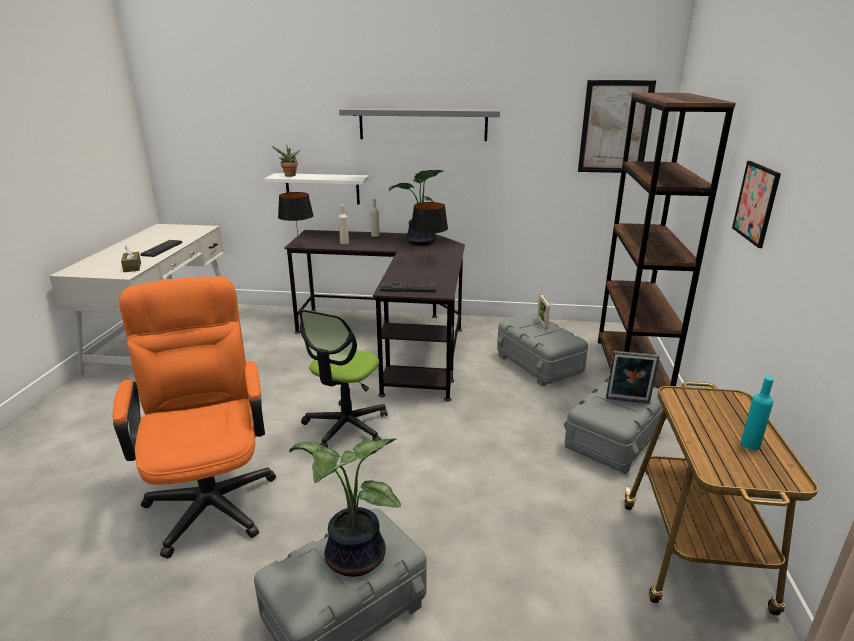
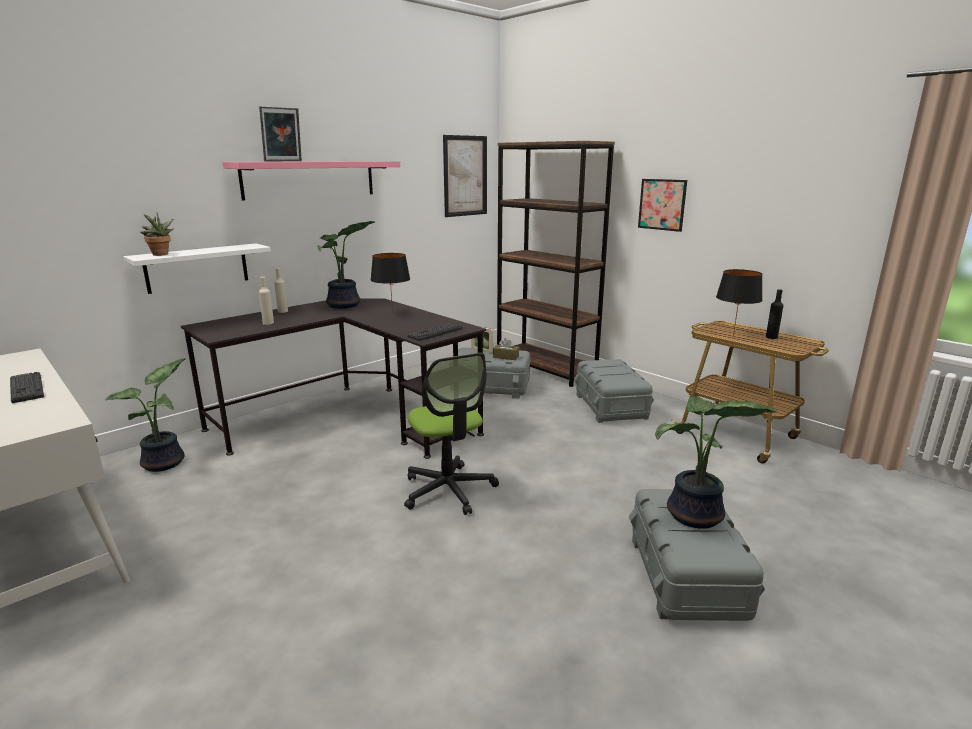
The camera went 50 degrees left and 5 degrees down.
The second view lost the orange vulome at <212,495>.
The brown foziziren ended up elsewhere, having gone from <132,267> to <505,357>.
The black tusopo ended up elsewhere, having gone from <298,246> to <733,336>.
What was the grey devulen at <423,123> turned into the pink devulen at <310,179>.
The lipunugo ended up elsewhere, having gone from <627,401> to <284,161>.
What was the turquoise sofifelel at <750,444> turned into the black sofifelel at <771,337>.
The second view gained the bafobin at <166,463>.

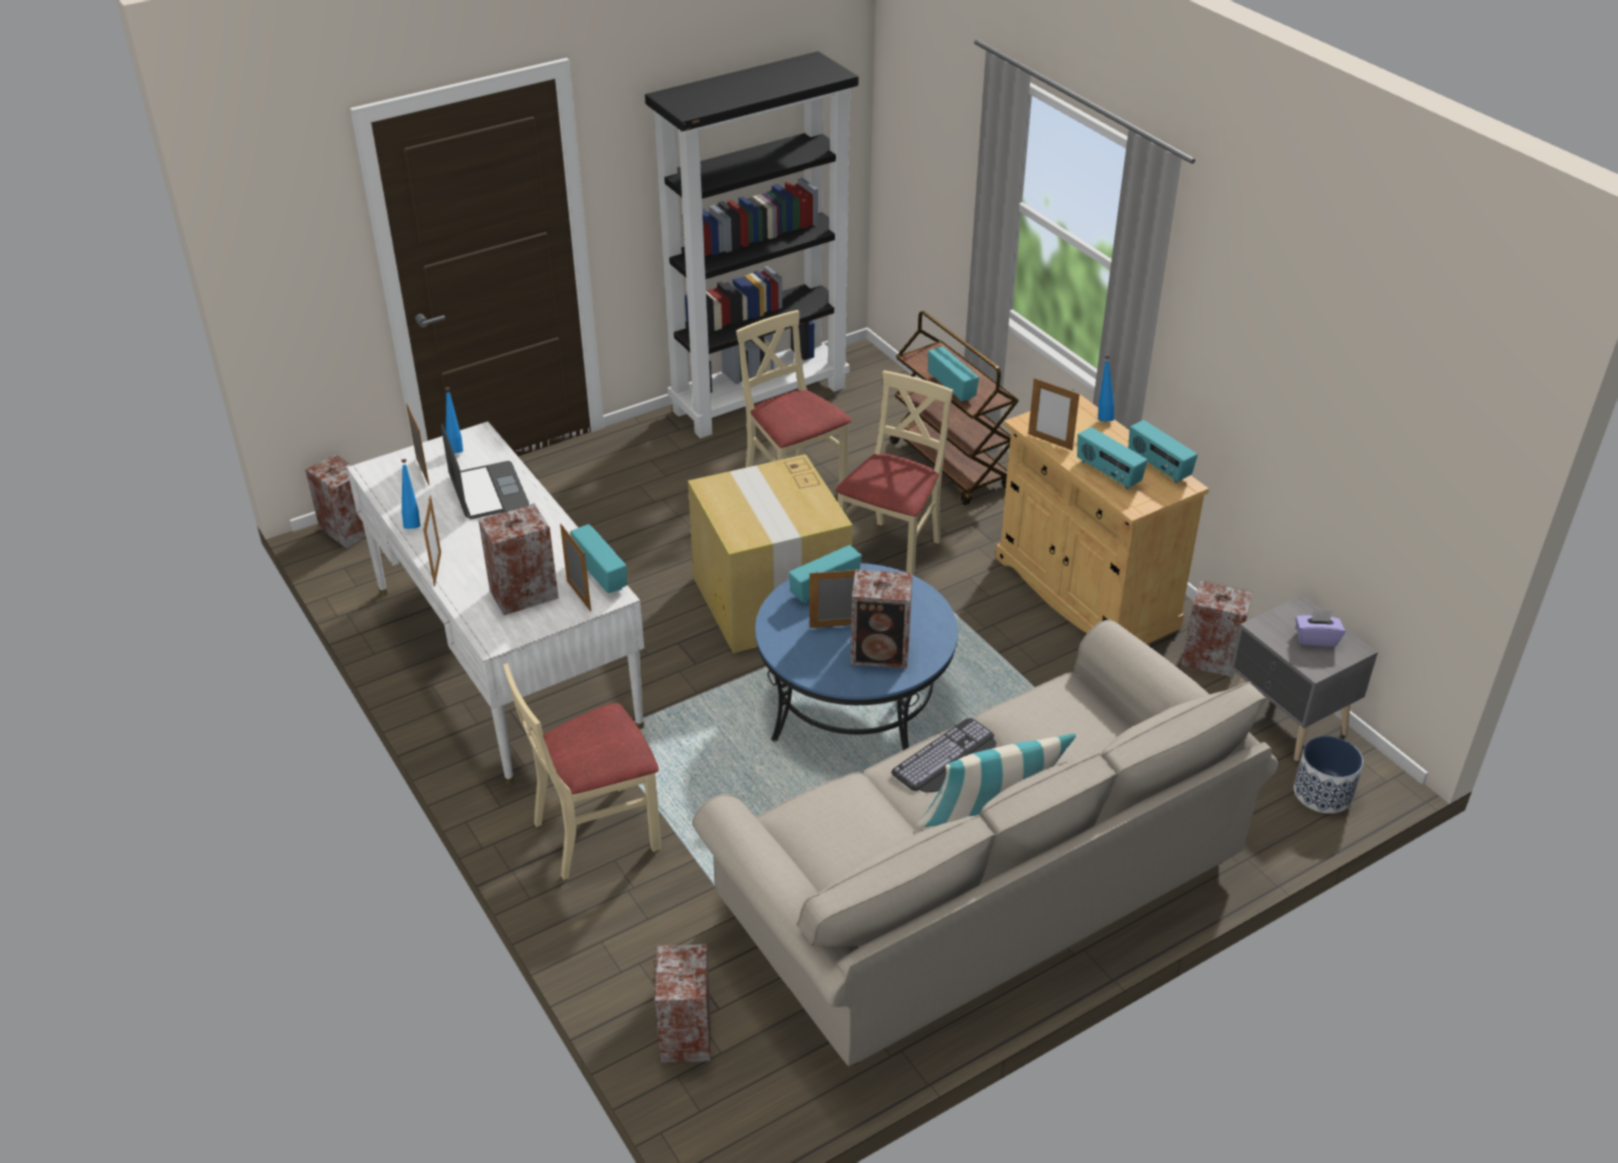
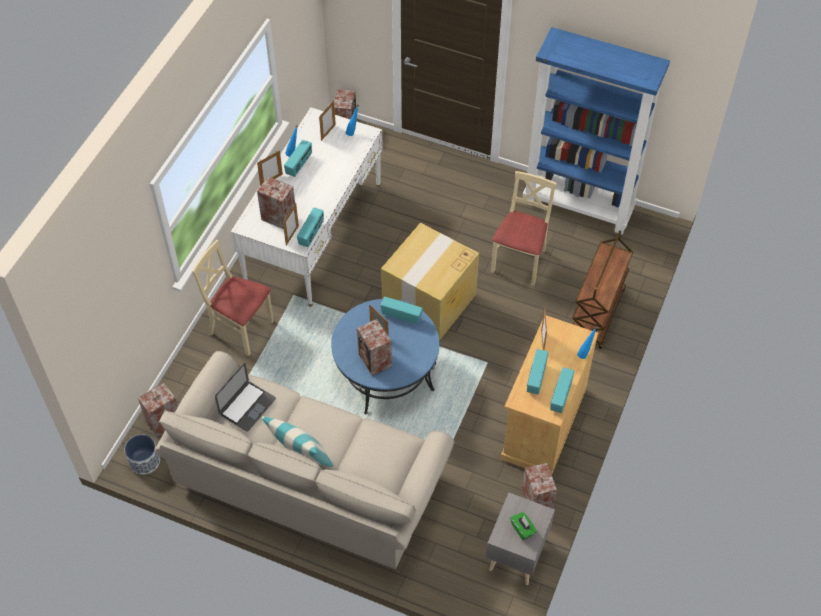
The camera went 55 degrees right and 15 degrees up.
The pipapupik ended up elsewhere, having gone from <488,491> to <247,406>.
What was the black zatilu at <760,398> turned into the blue zatilu at <579,206>.
The second view lost the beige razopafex at <891,554>.
The second view lost the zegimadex at <948,759>.
The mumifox ended up elsewhere, having gone from <952,387> to <299,165>.
The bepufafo ended up elsewhere, having gone from <1322,793> to <144,461>.
What was the purple foziziren at <1316,639> turned into the green foziziren at <522,529>.

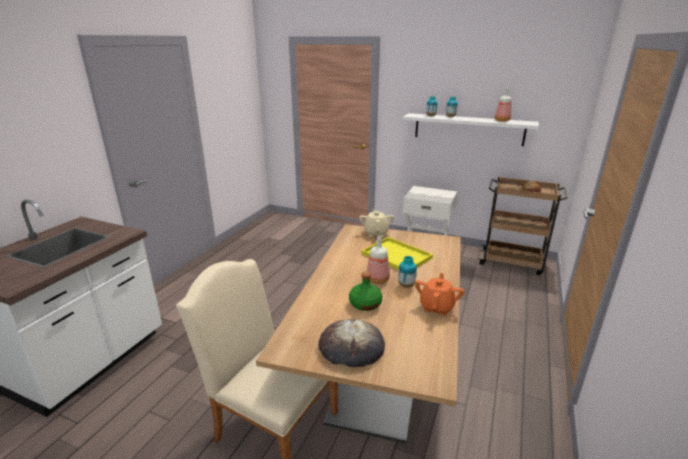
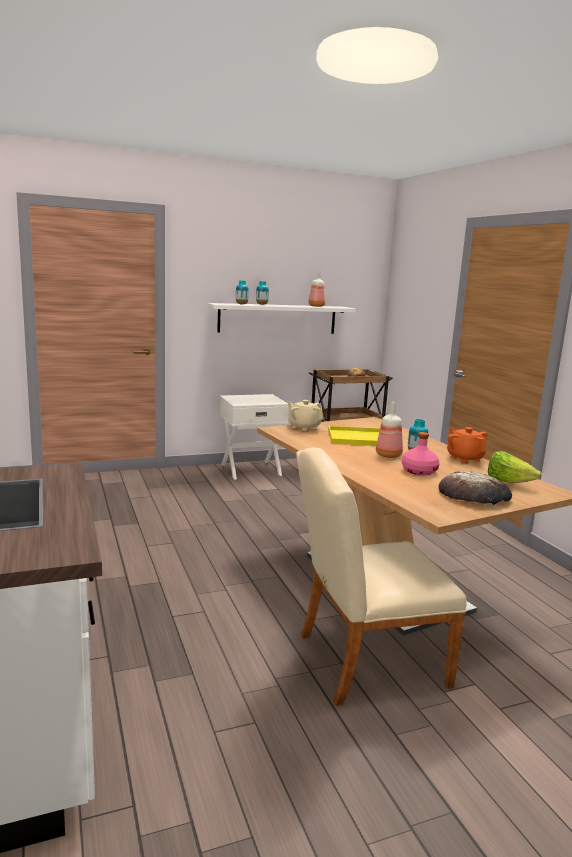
The camera went 45 degrees left and 10 degrees down.
What was the green sofifelel at <365,304> turned into the pink sofifelel at <418,471>.
The second view gained the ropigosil at <508,483>.

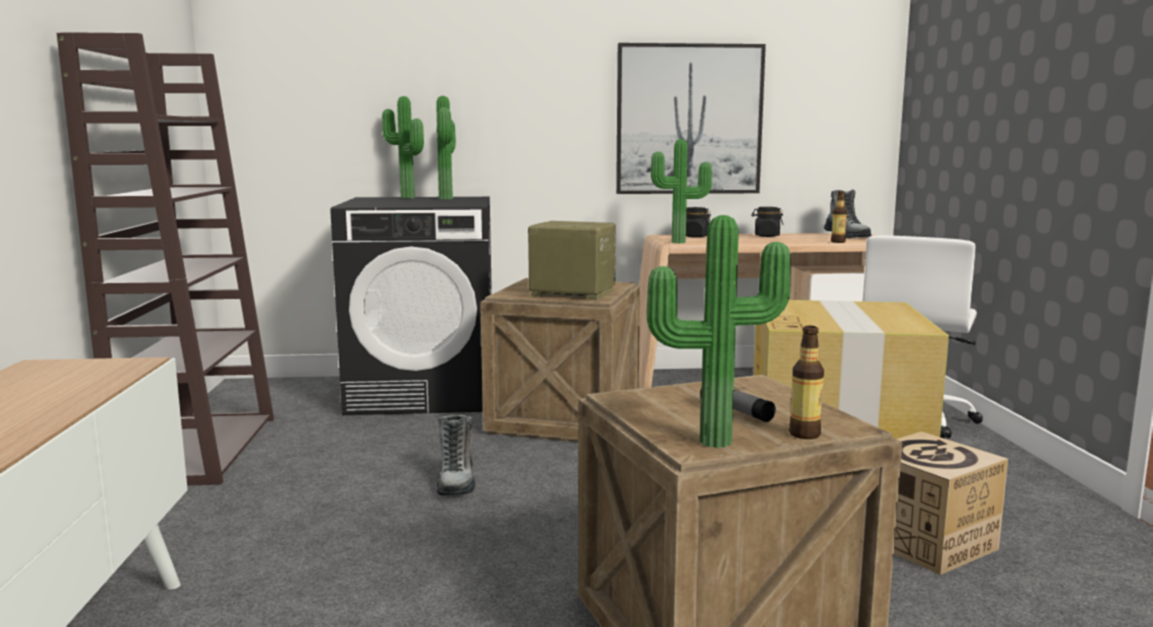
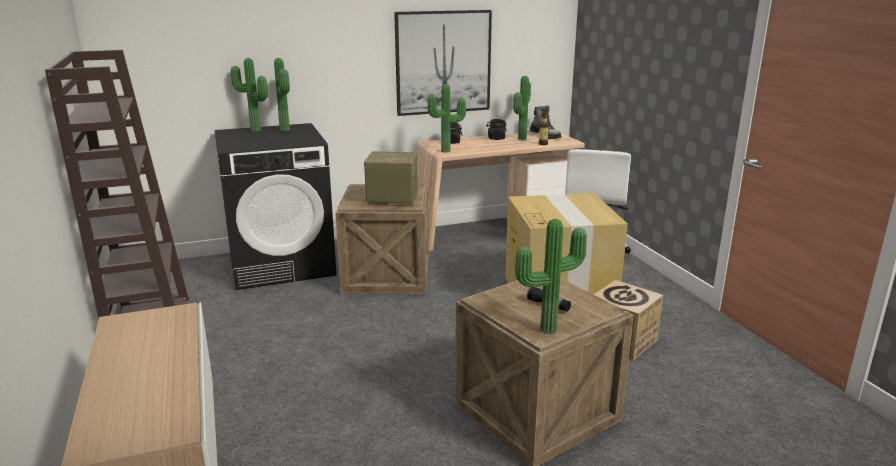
The camera went 15 degrees left and 10 degrees up.
The second view lost the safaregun at <456,482>.
The second view lost the sofifelel at <804,434>.
The second view gained the bafobin at <520,138>.

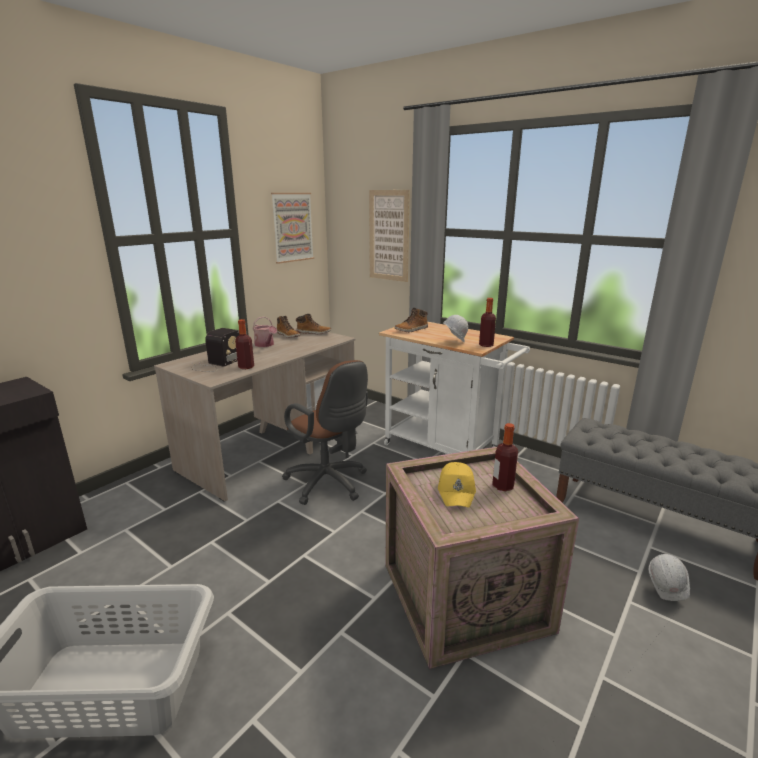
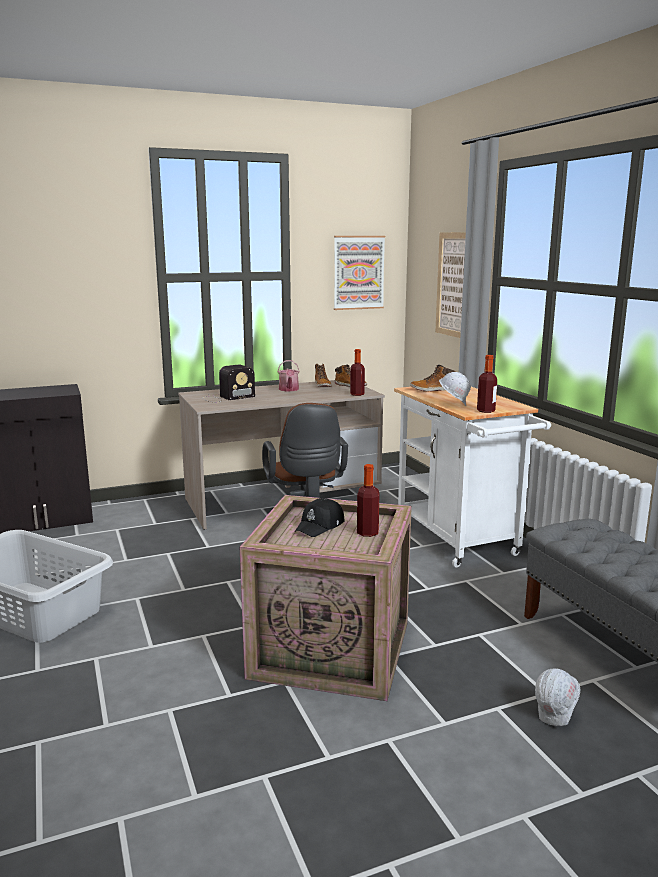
The camera went 30 degrees right and 5 degrees down.
The sofifelel ended up elsewhere, having gone from <246,367> to <357,394>.
What was the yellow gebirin at <457,491> turned into the black gebirin at <320,526>.

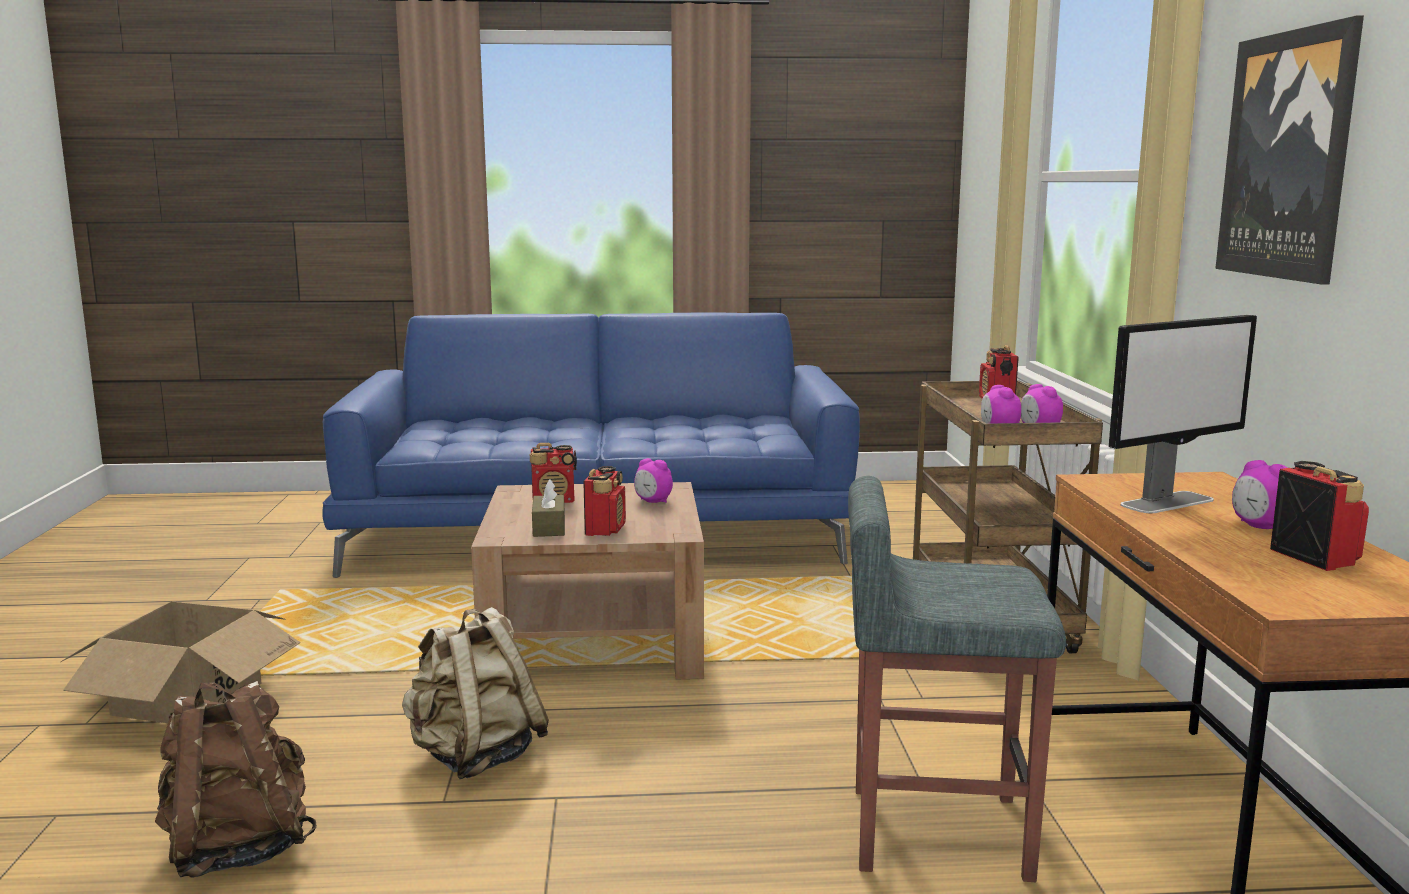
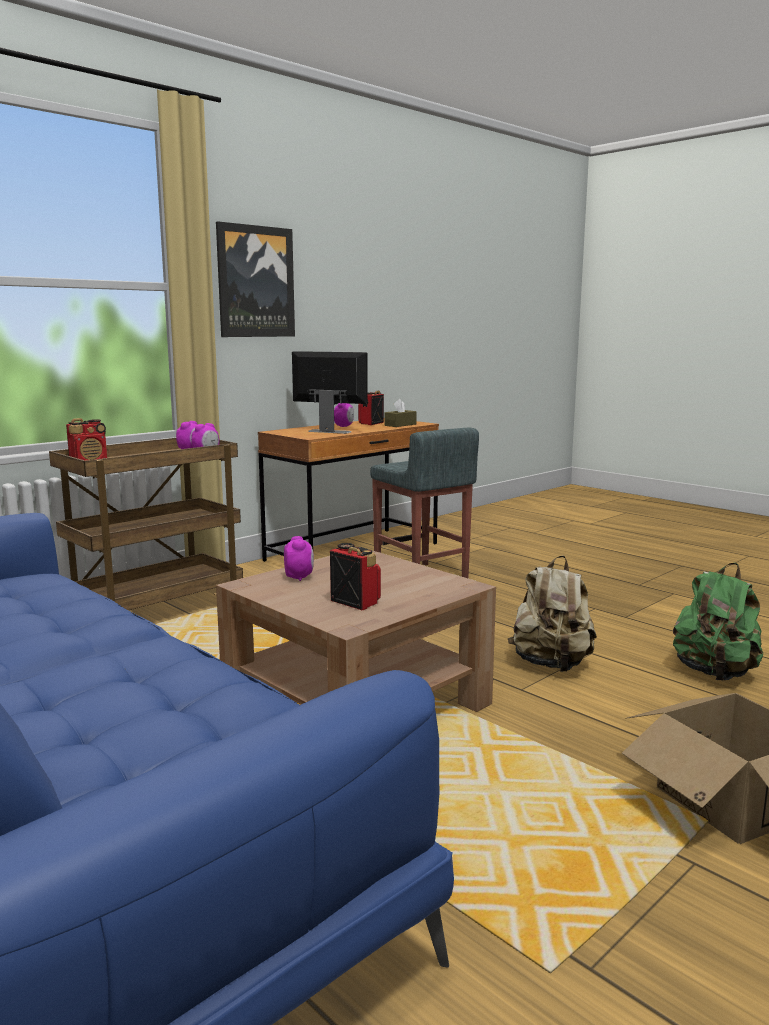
The camera went 130 degrees left and 0 degrees up.
What was the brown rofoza at <237,849> turned into the green rofoza at <714,673>.
The brown foziziren ended up elsewhere, having gone from <549,527> to <400,425>.
The second view lost the mumifox at <605,529>.

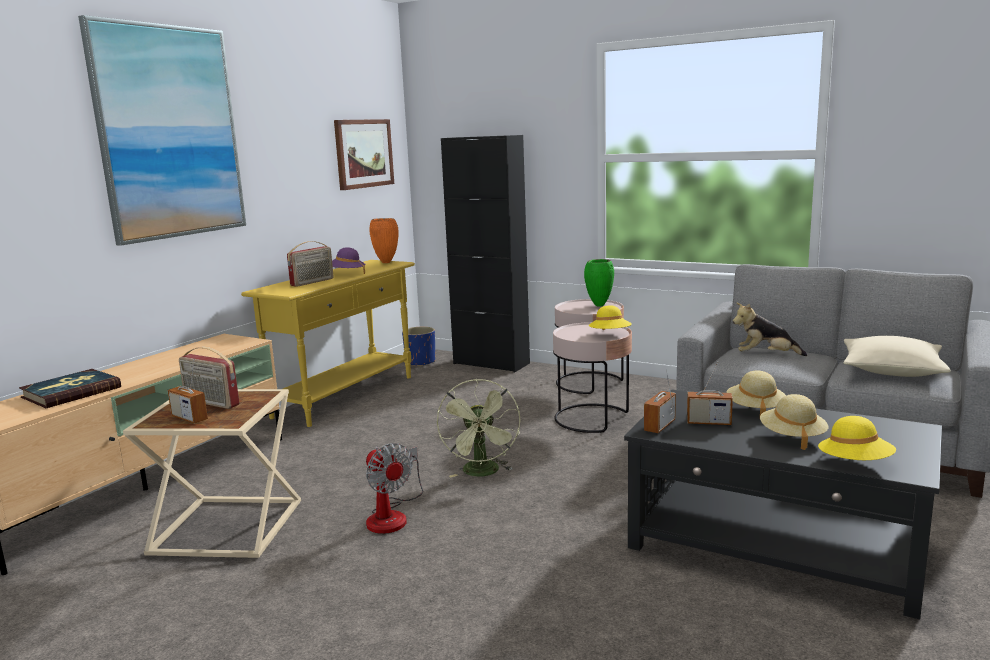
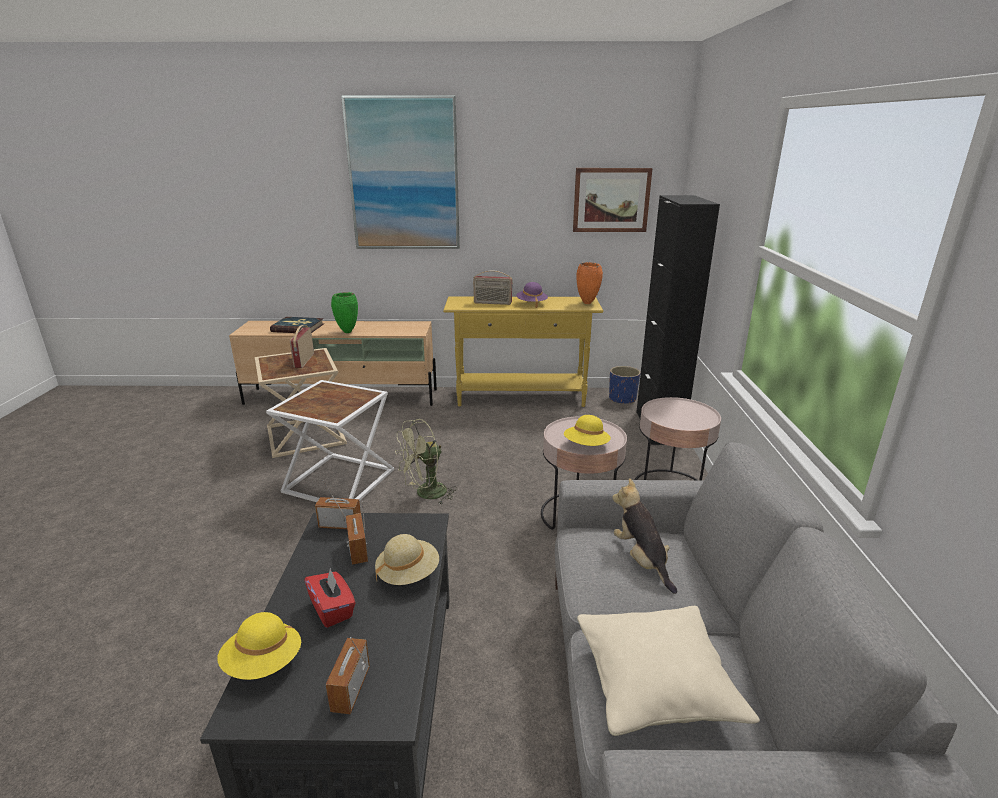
The camera went 60 degrees right and 10 degrees up.
The mumifox ended up elsewhere, having gone from <189,418> to <350,689>.
Where the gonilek stood at <392,515>, the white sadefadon came to stand at <341,481>.
The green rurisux ended up elsewhere, having gone from <598,306> to <347,332>.
Where the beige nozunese stood at <792,437>, the red foziziren came to stand at <332,609>.

